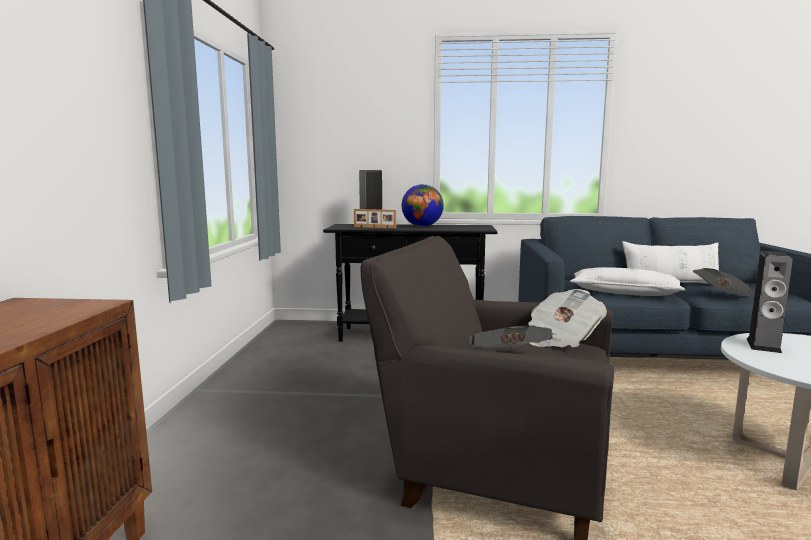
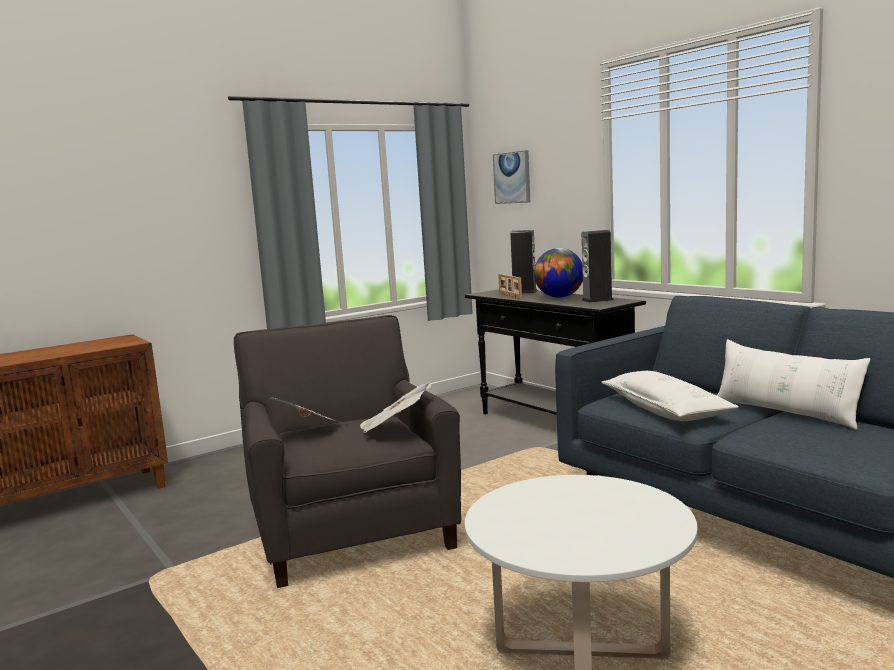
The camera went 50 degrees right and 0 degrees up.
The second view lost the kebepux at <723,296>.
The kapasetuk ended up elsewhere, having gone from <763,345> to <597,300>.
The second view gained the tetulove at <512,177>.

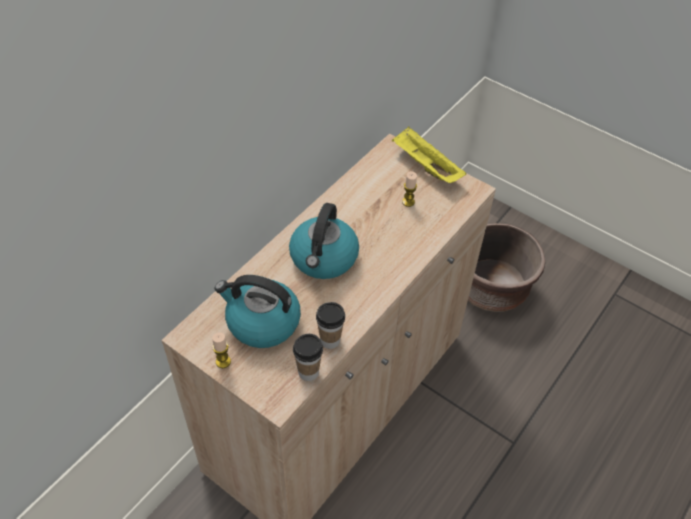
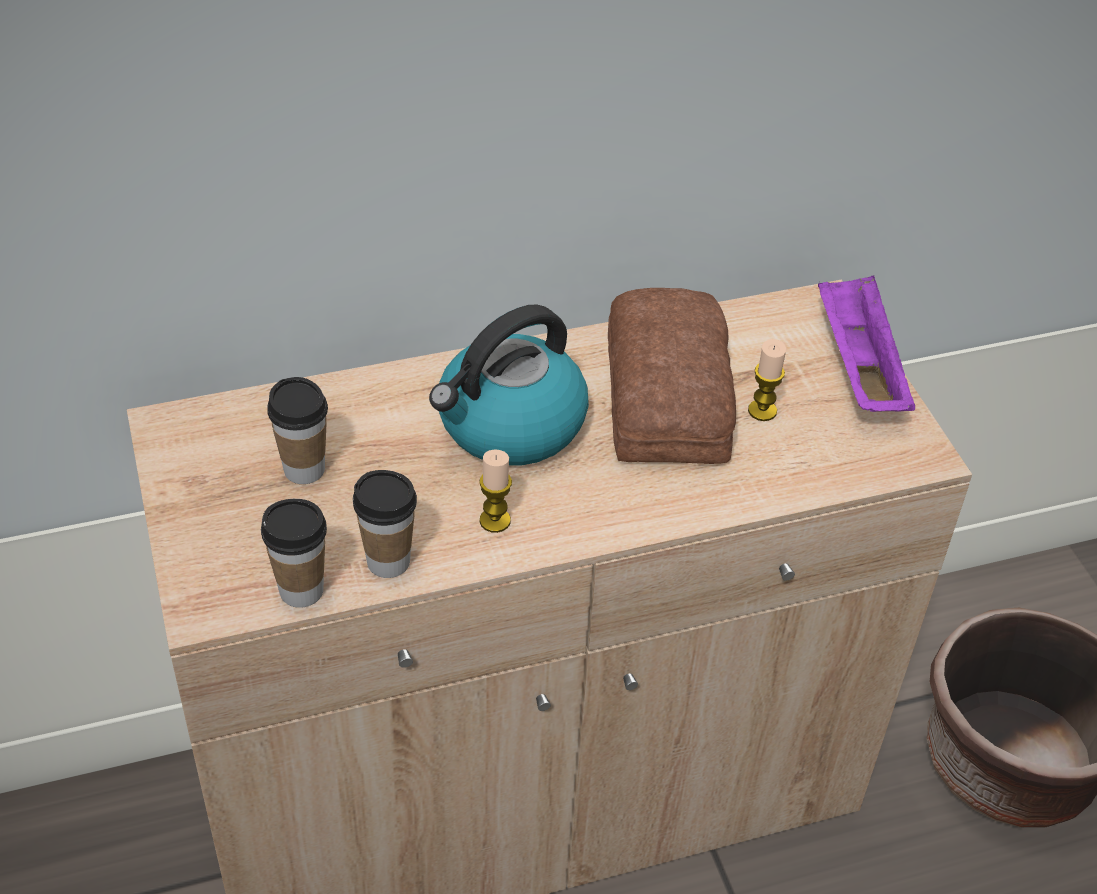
The camera went 35 degrees right and 5 degrees down.
The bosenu ended up elsewhere, having gone from <223,361> to <495,521>.
Where the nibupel stood at <262,322>, the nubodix came to stand at <304,469>.
What was the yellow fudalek at <425,166> turned into the purple fudalek at <857,366>.
The second view gained the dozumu at <670,393>.

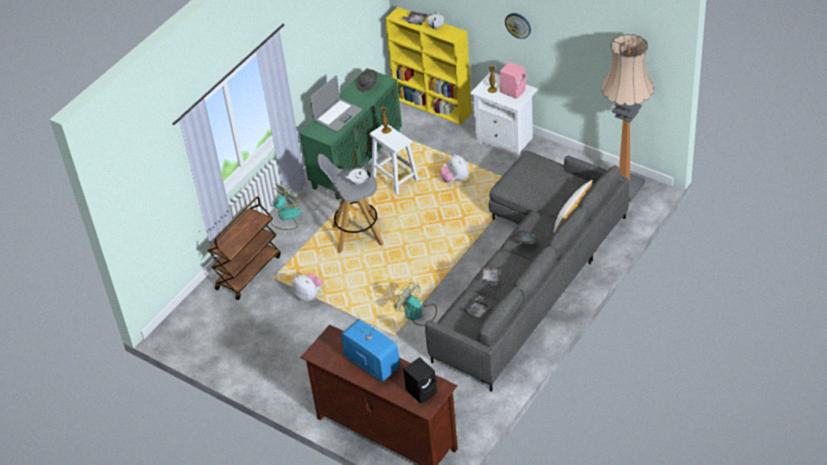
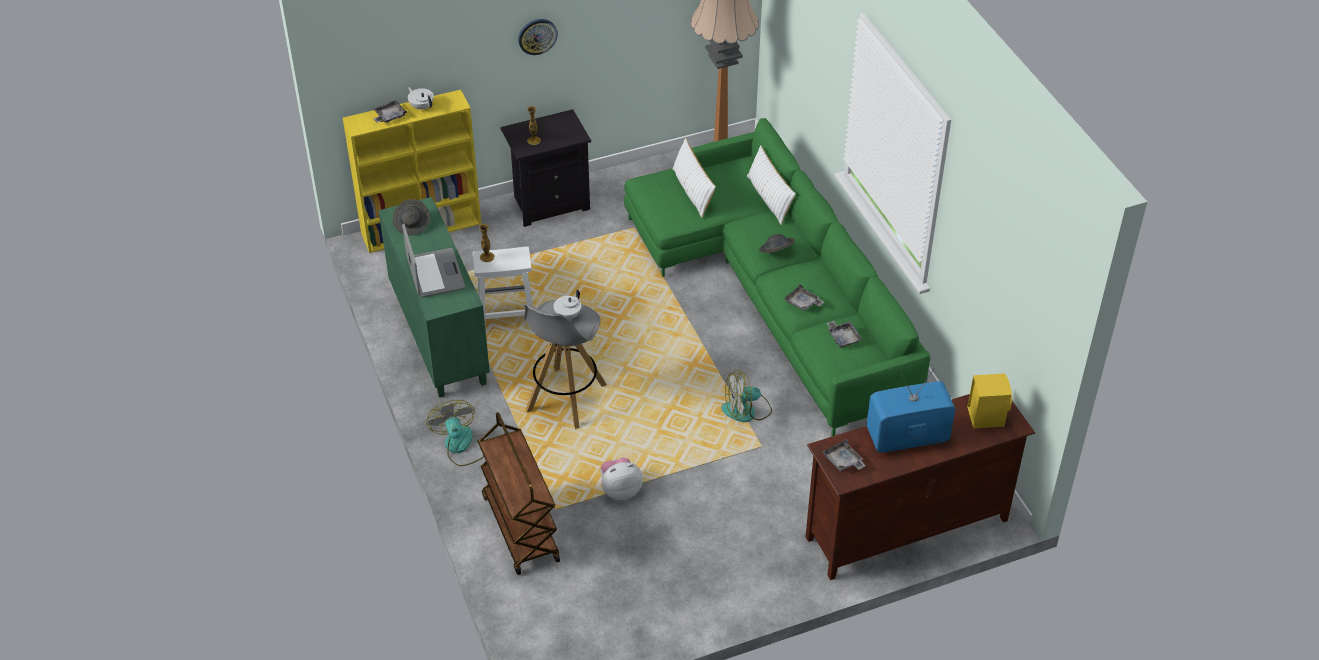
The camera went 60 degrees left and 0 degrees up.
What was the black kapasetuk at <422,391> turned into the yellow kapasetuk at <986,416>.
What was the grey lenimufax at <530,273> turned into the green lenimufax at <774,291>.
The second view lost the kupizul at <455,179>.
What was the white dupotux at <506,140> turned into the black dupotux at <550,203>.
The second view lost the pink kapasetuk at <513,90>.
The second view gained the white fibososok at <692,191>.
The second view gained the grey fudalek at <843,461>.

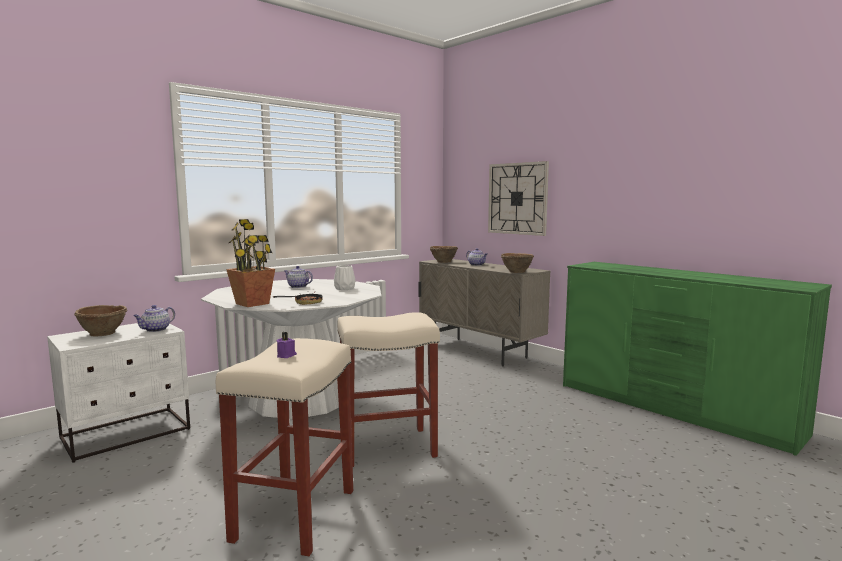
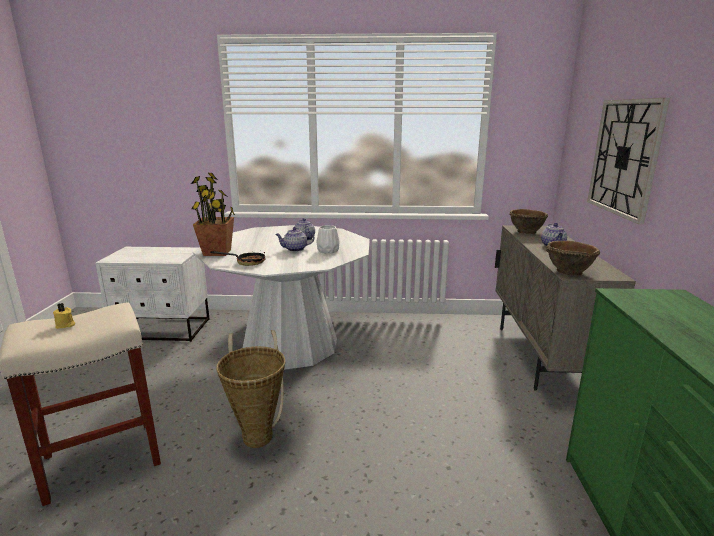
The camera went 45 degrees right and 10 degrees up.
The second view lost the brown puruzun at <103,333>.
The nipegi ended up elsewhere, having gone from <155,330> to <295,249>.
What was the purple bosenu at <286,355> turned into the yellow bosenu at <65,325>.
Where the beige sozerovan stood at <389,446>, the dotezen came to stand at <258,433>.

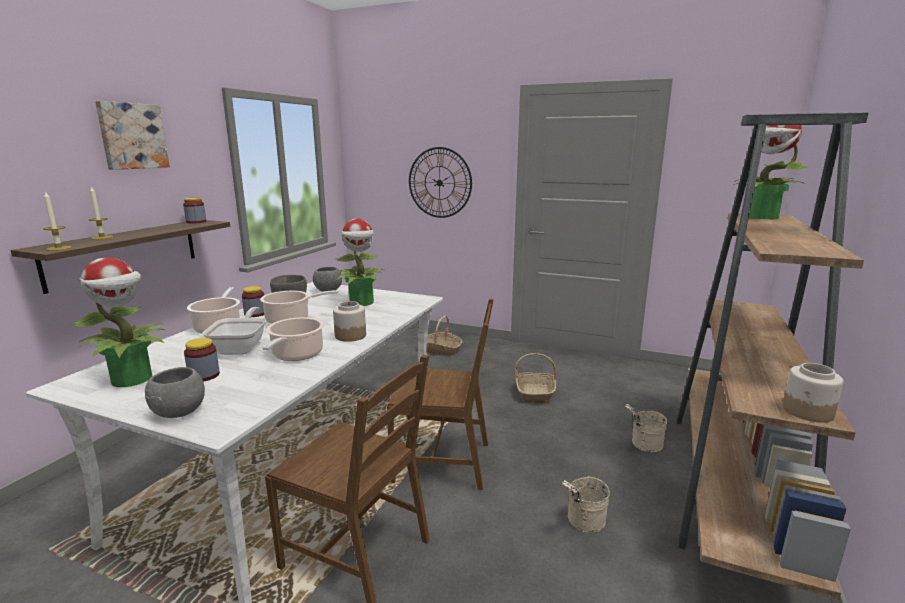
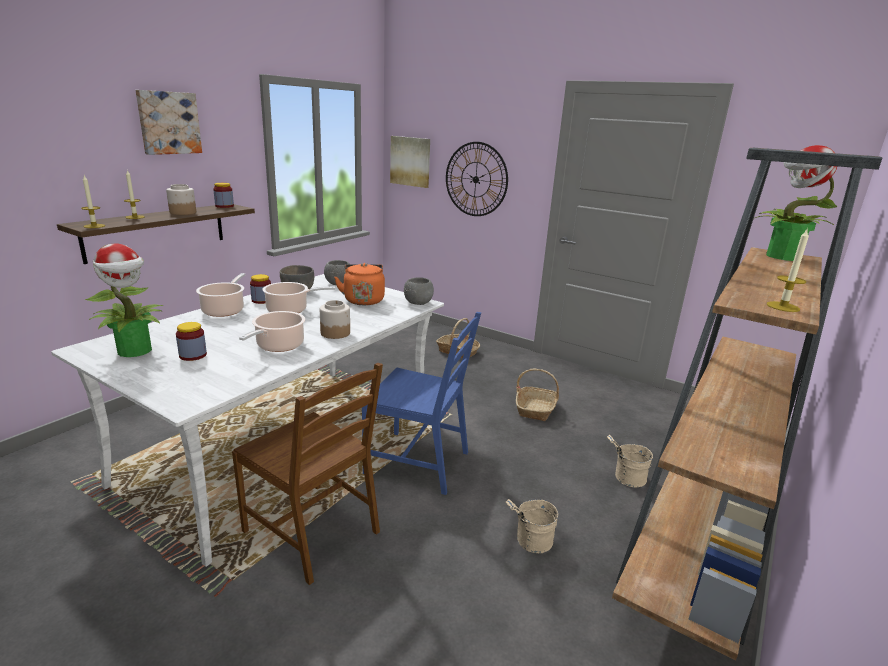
The camera went 10 degrees right and 5 degrees up.
The grey puruzun ended up elsewhere, having gone from <180,412> to <418,303>.
The second view lost the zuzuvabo at <241,347>.
Where the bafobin stood at <362,302>, the orange nibupel came to stand at <363,300>.
What was the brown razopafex at <443,461> turned into the blue razopafex at <419,462>.
The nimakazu ended up elsewhere, having gone from <808,412> to <182,212>.
The second view gained the tetulove at <410,161>.
The second view gained the bosenu at <783,307>.

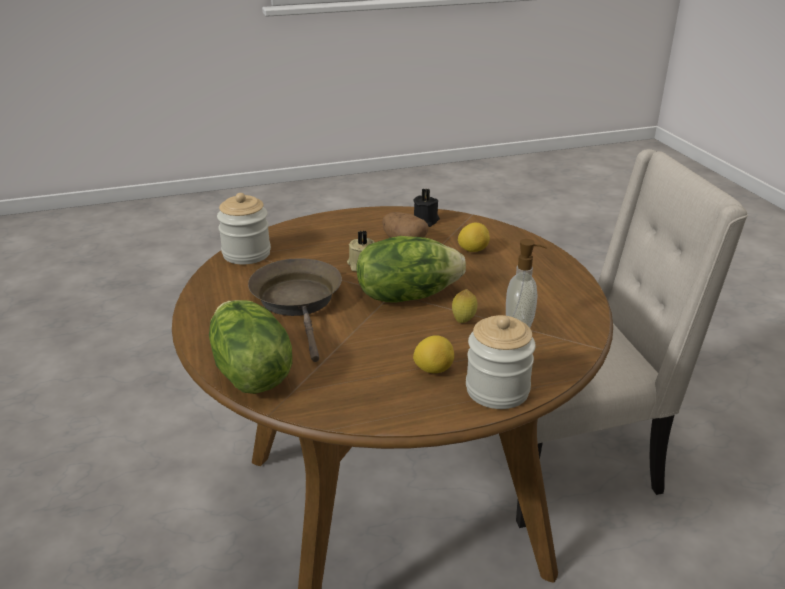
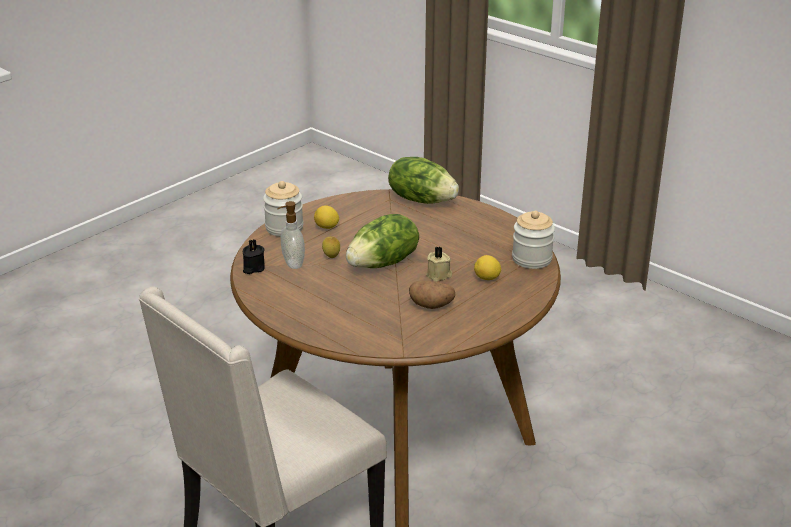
The camera went 150 degrees right and 0 degrees up.
The second view lost the brown zuzuvabo at <299,302>.
The black bosenu ended up elsewhere, having gone from <426,221> to <253,268>.
The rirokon ended up elsewhere, having gone from <473,250> to <487,278>.

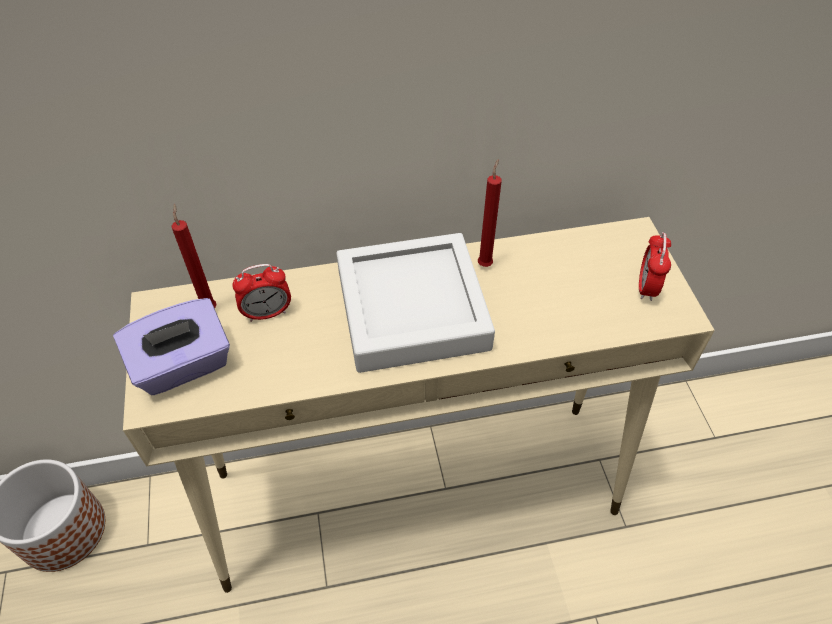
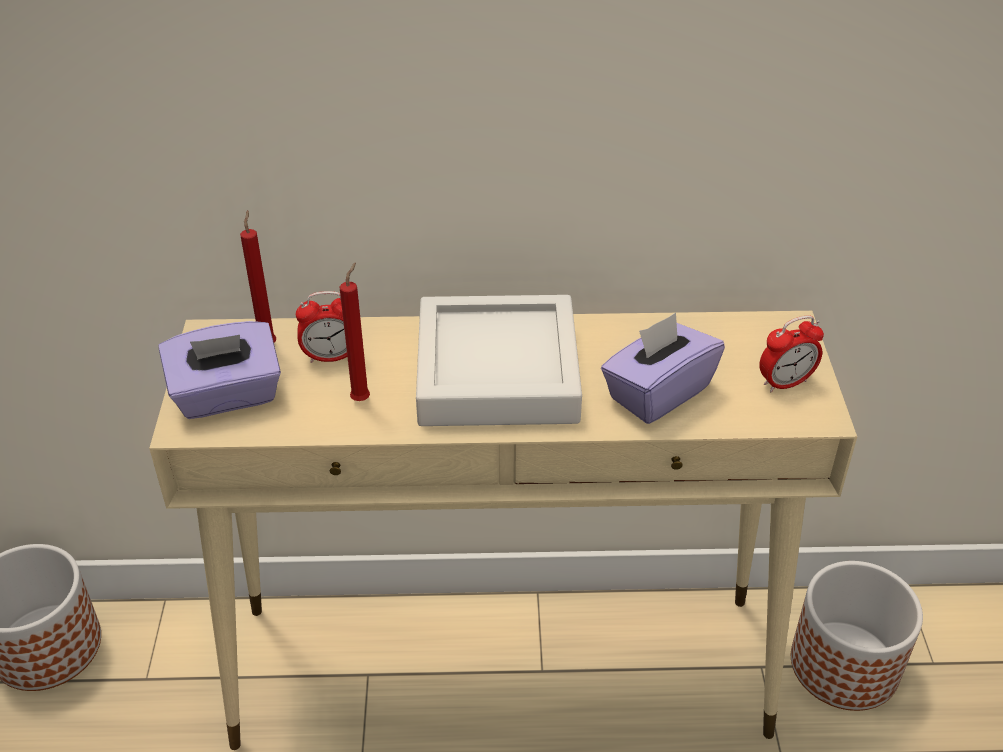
The camera went 10 degrees right and 10 degrees down.
The red bosenu ended up elsewhere, having gone from <485,263> to <362,398>.
The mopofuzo at <646,287> ended up facing another way, 135 degrees counterclockwise from before.
The second view gained the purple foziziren at <657,392>.
The second view gained the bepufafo at <845,665>.

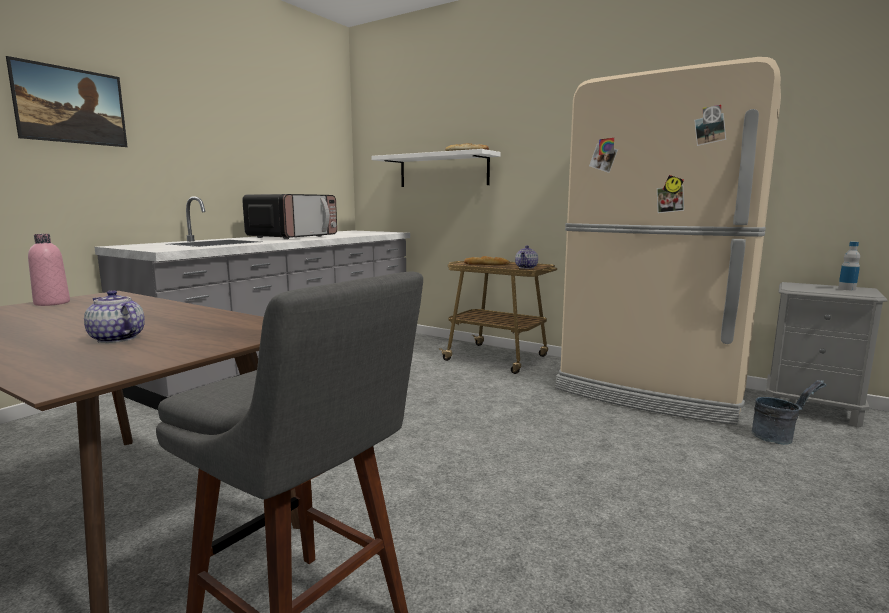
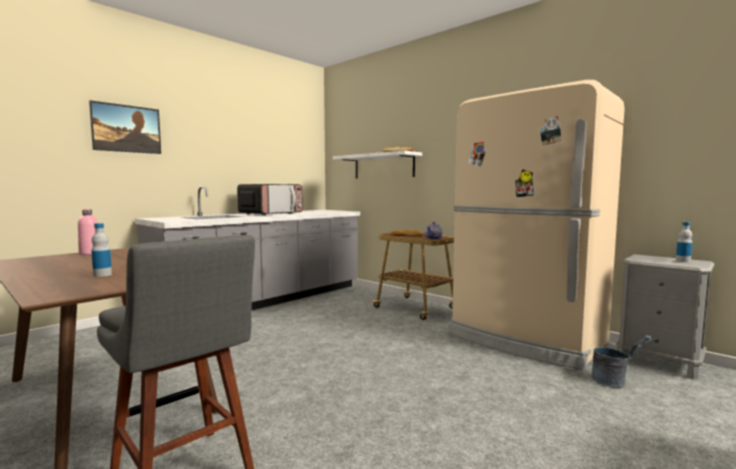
The camera went 10 degrees right and 5 degrees down.
Where the nipegi stood at <117,339>, the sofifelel came to stand at <102,275>.

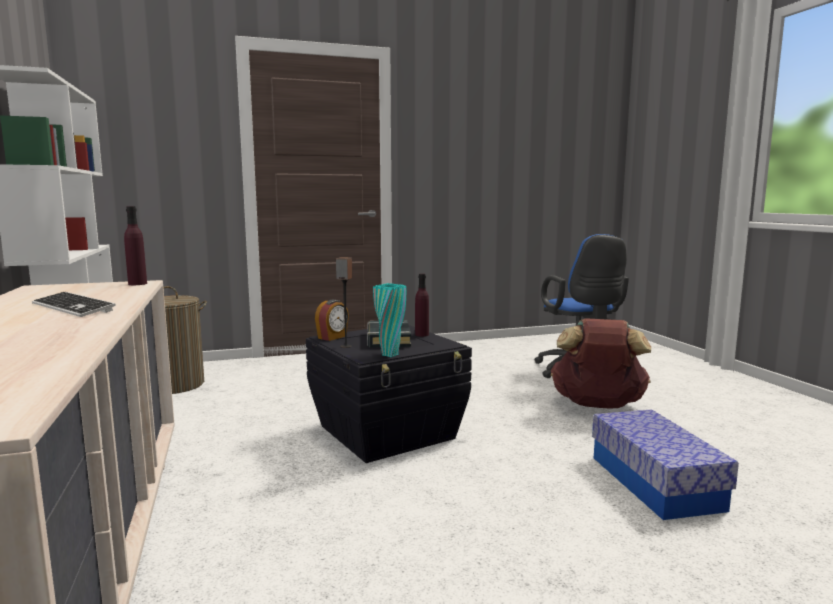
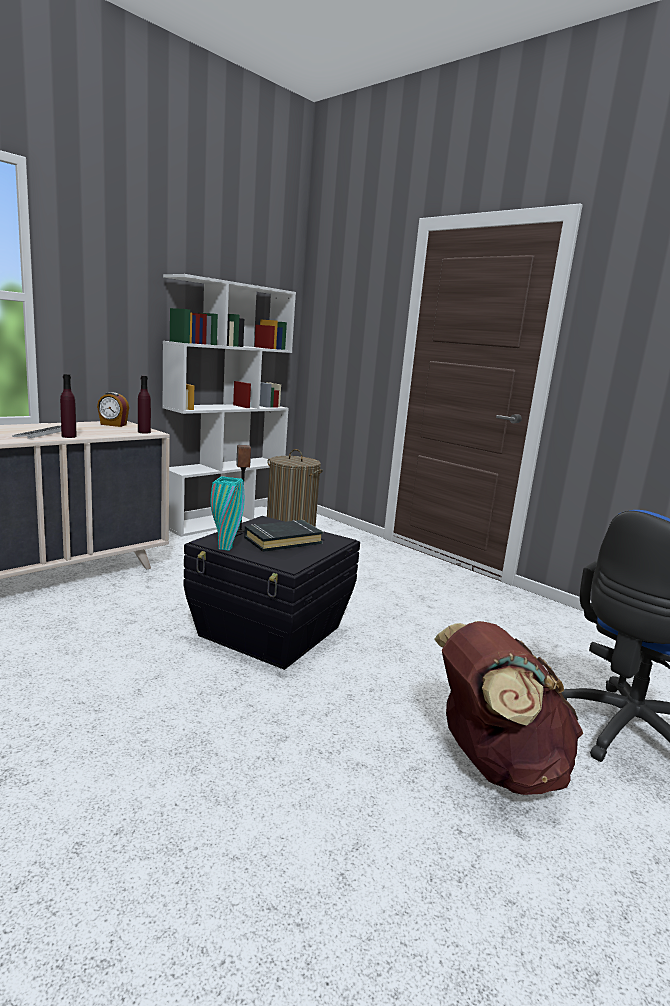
The camera went 60 degrees right and 5 degrees up.
The mopofuzo ended up elsewhere, having gone from <332,337> to <113,425>.
The purple sofifelel ended up elsewhere, having gone from <421,334> to <69,436>.
The second view lost the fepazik at <655,482>.

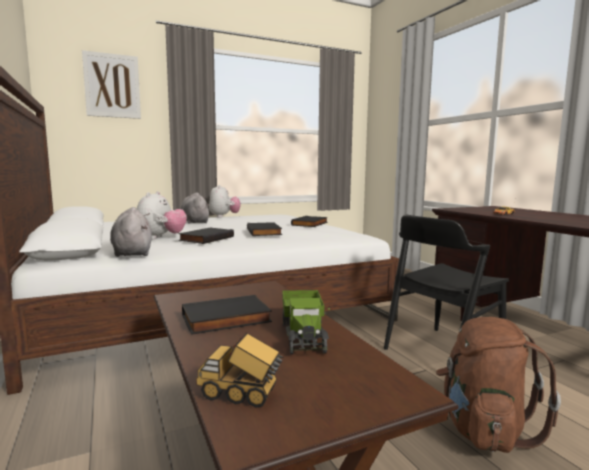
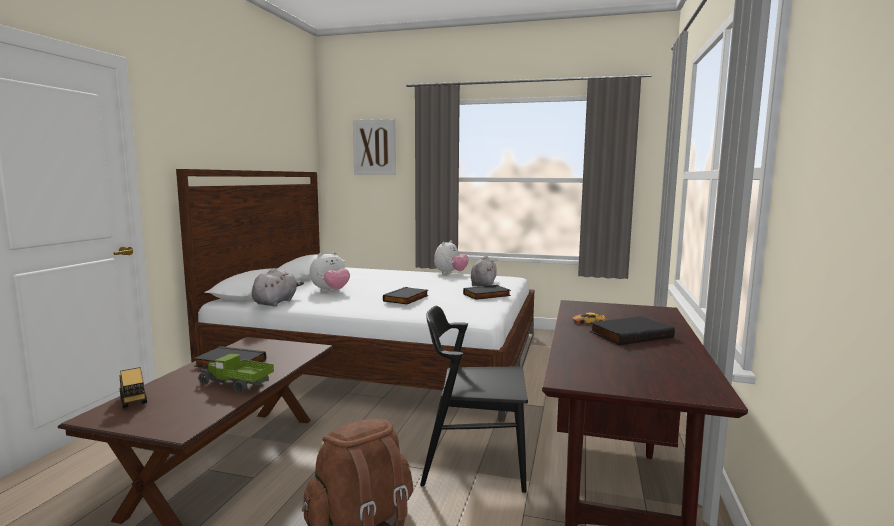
The camera went 40 degrees right and 0 degrees up.
The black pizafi ended up elsewhere, having gone from <206,238> to <630,334>.
The grey kupizul ended up elsewhere, having gone from <194,222> to <483,285>.
The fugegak at <304,333> ended up facing another way, 75 degrees clockwise from before.

